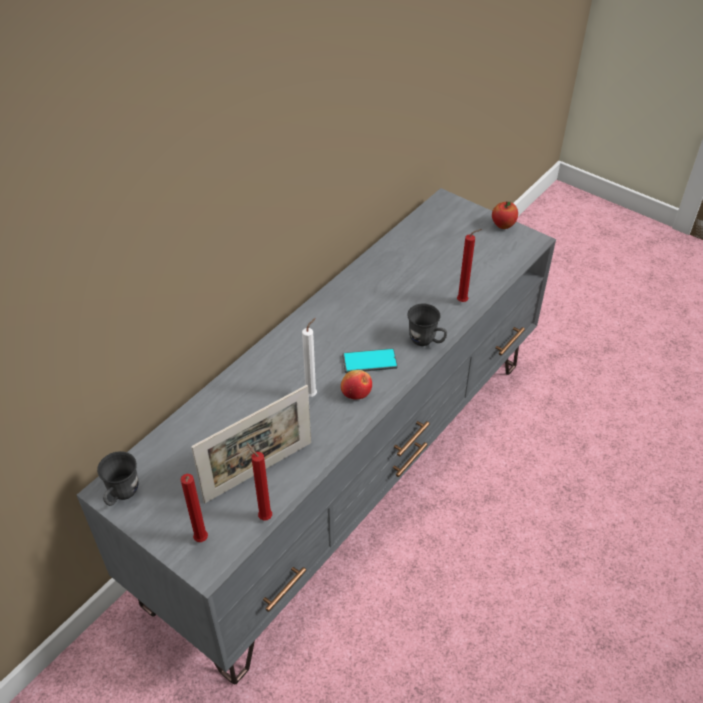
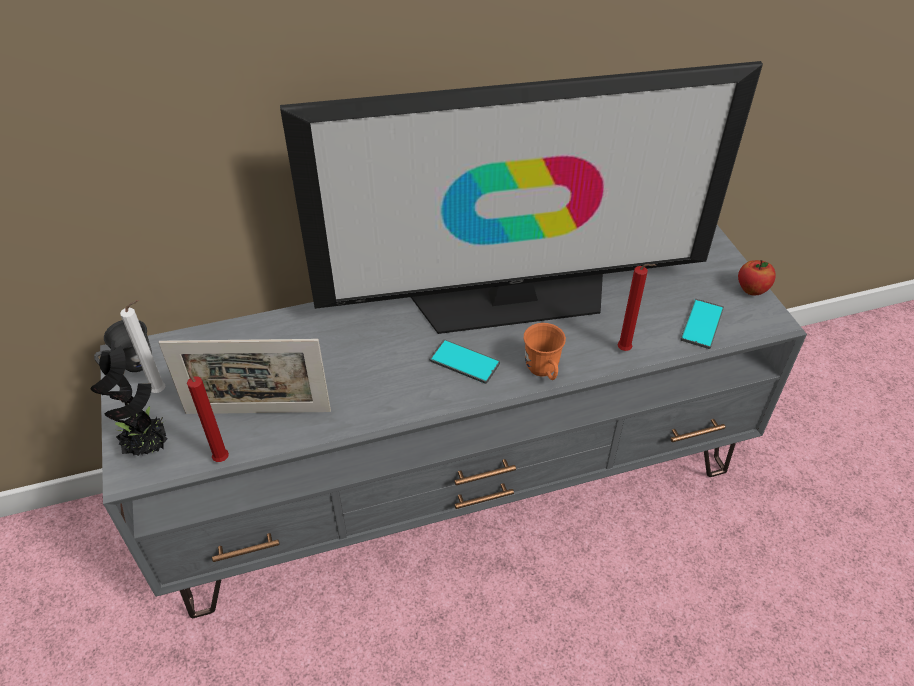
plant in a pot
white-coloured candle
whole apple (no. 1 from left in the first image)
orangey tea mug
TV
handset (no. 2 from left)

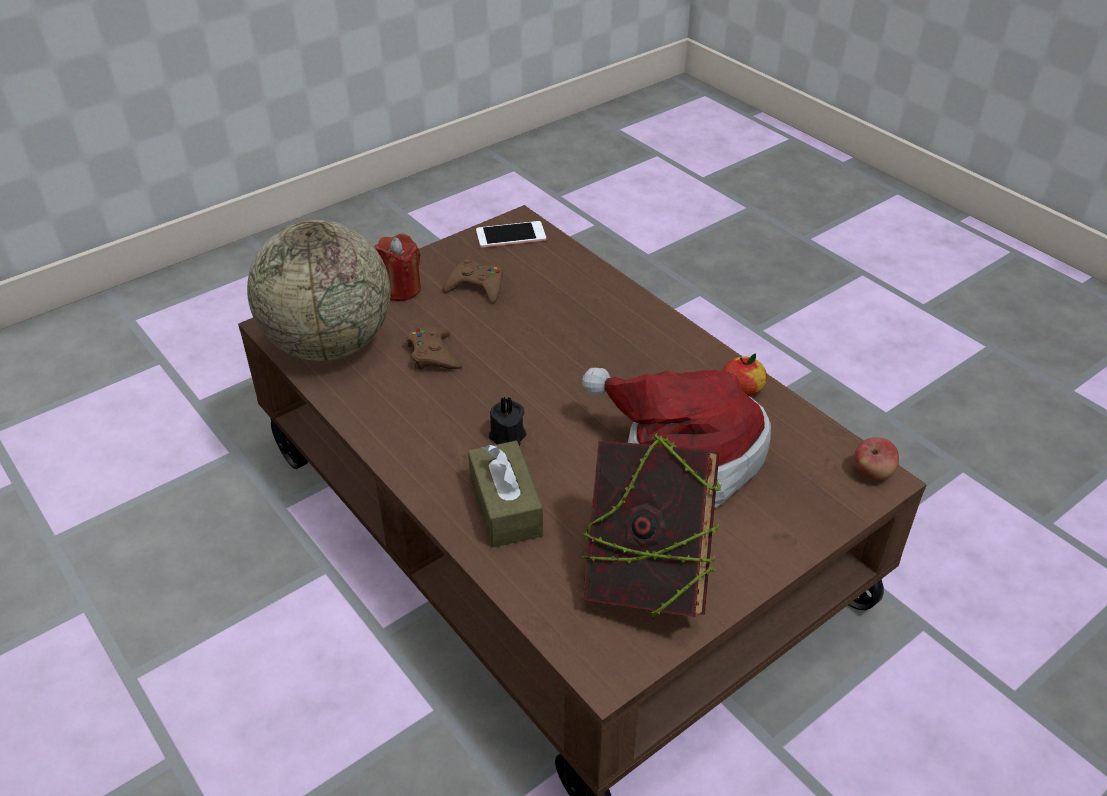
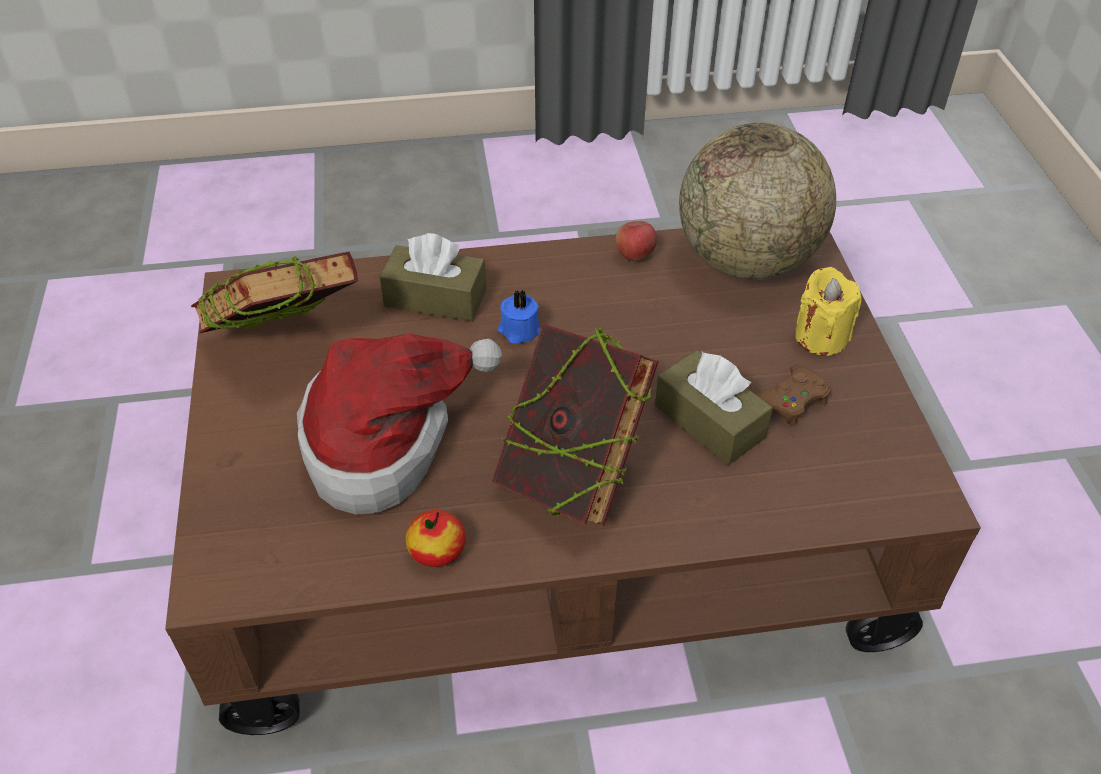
yellow candle
brown joypad (no. 1 from left in the first image)
handset
blue-coloured candle
whole apple (no. 2 from left)
volume (no. 2 from left)
brown tissue box (no. 2 from left)

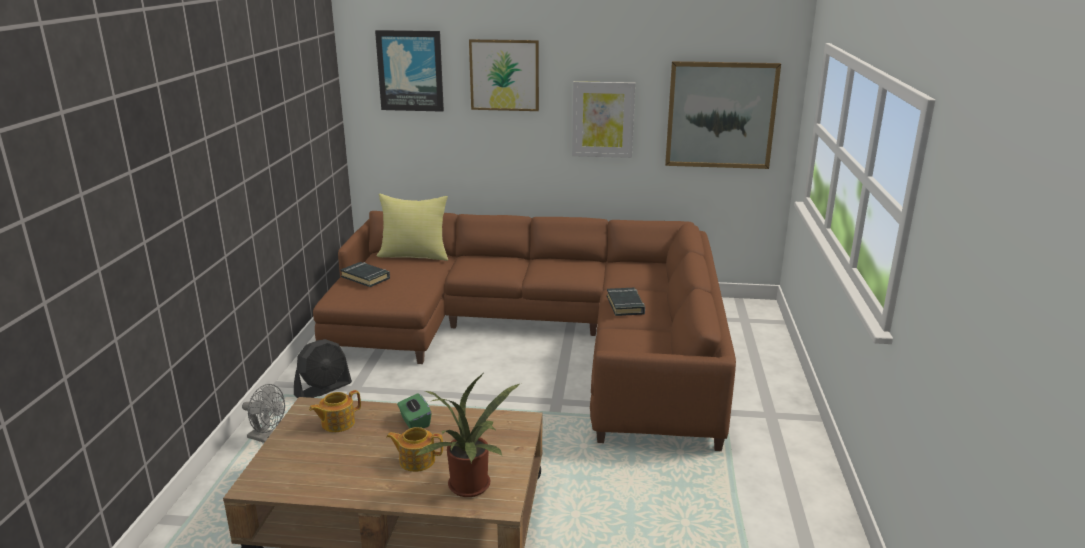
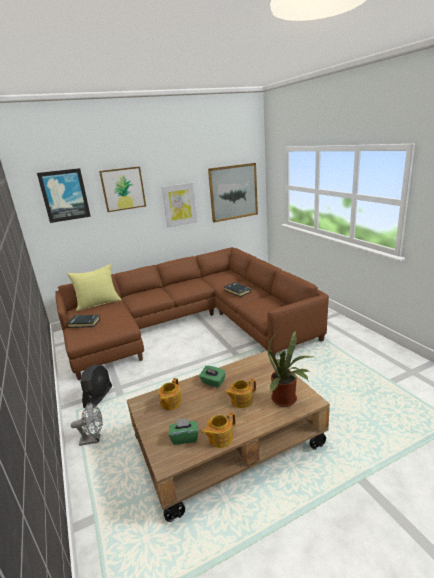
green-coloured tissue box (no. 1 from left)
teapot (no. 2 from left)

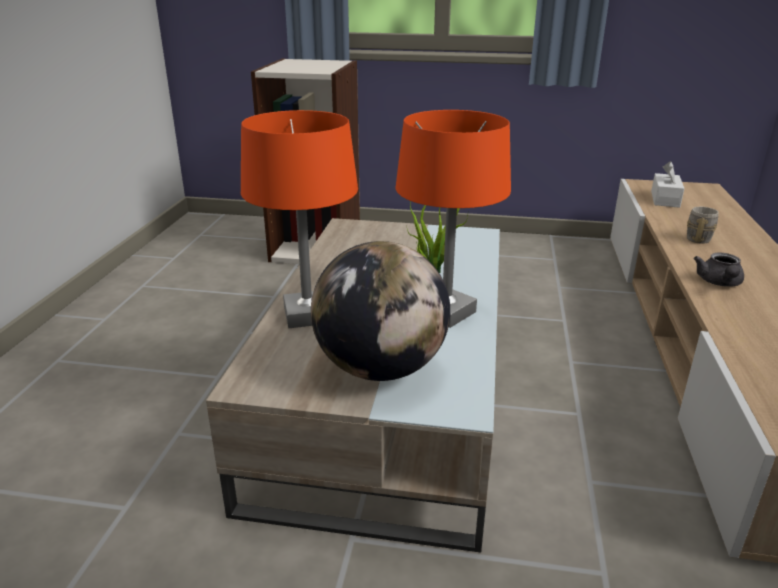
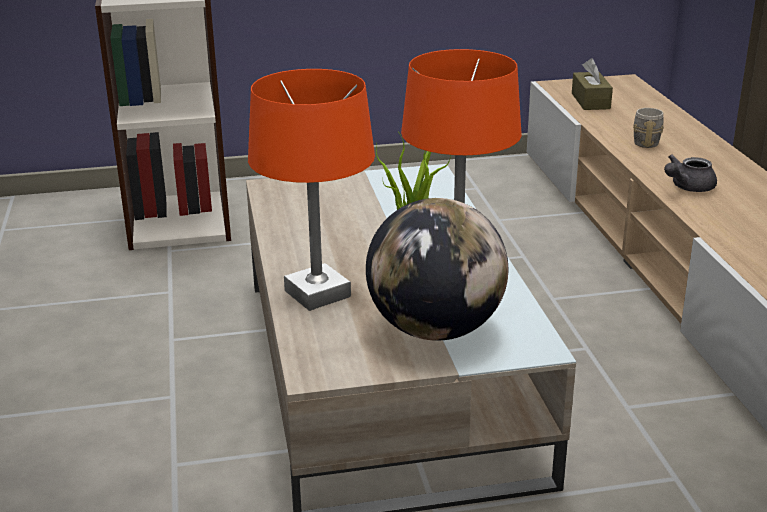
brown tissue box
grey teapot

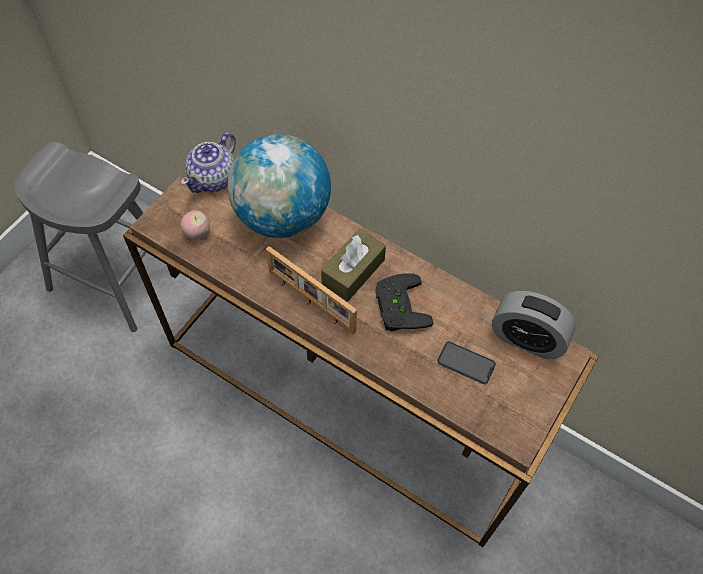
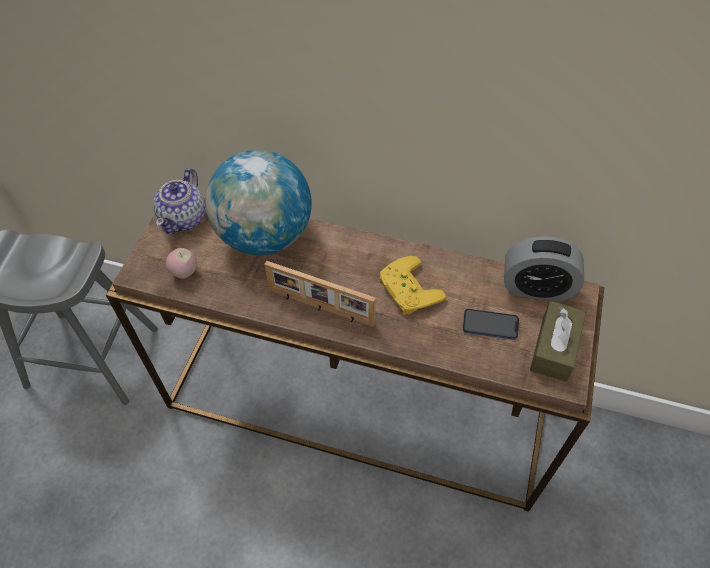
brown tissue box
yellow joypad

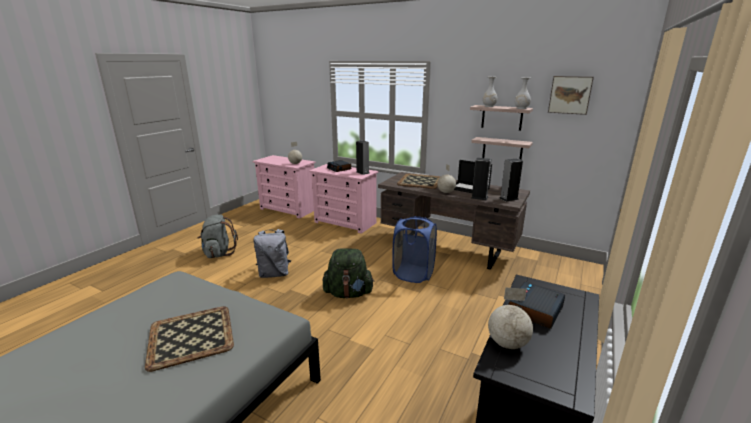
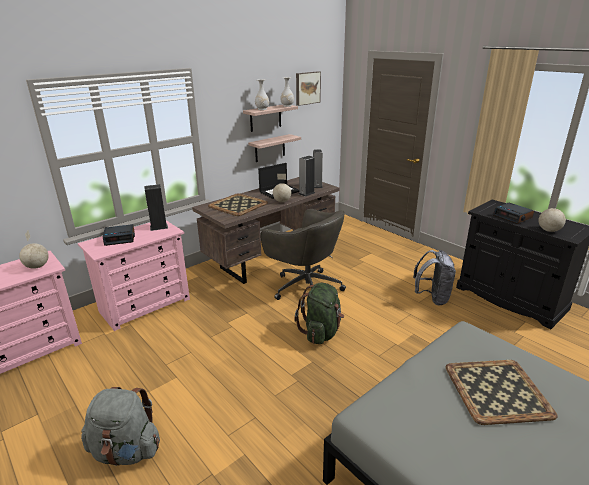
grey rucksack (no. 2 from left)
grey office chair

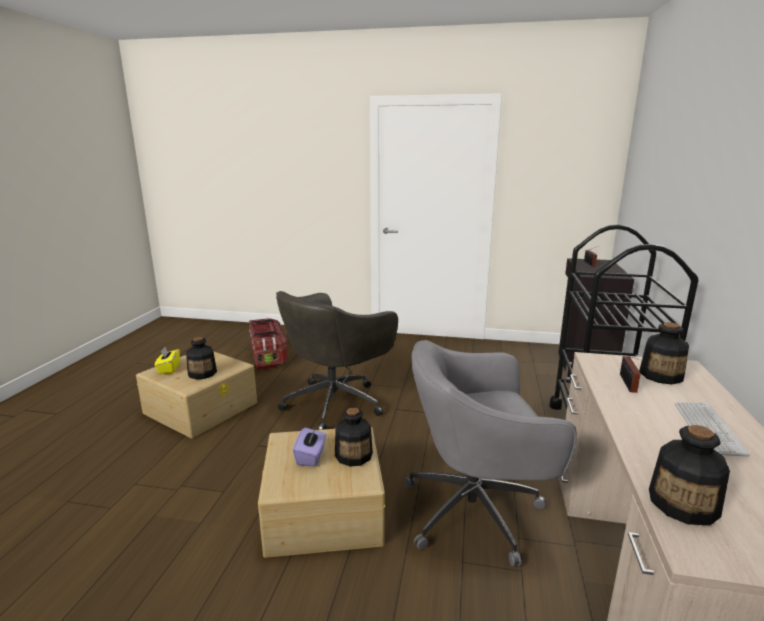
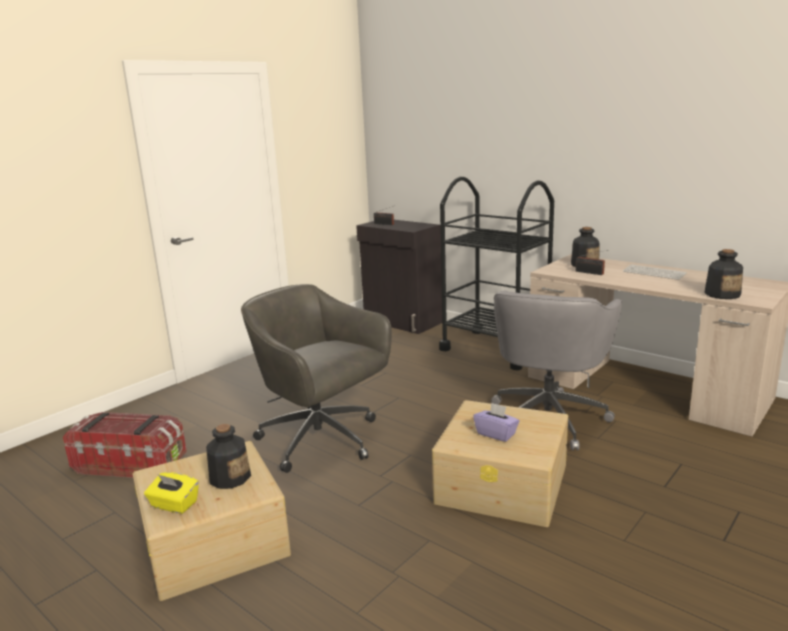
grey office chair (no. 1 from left)
beverage bottle (no. 2 from left in the first image)

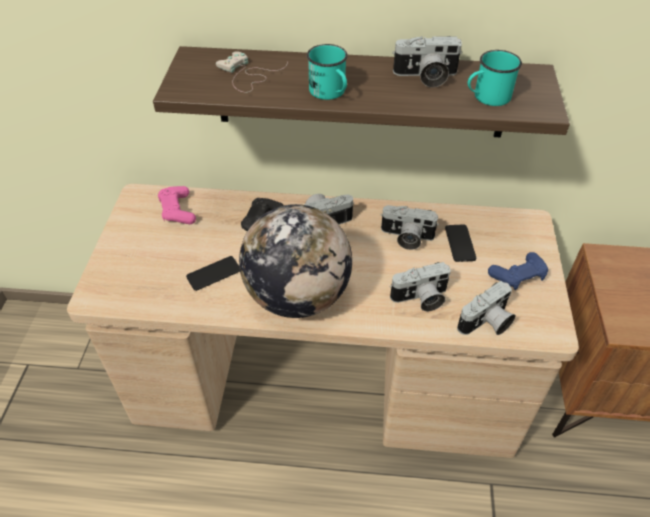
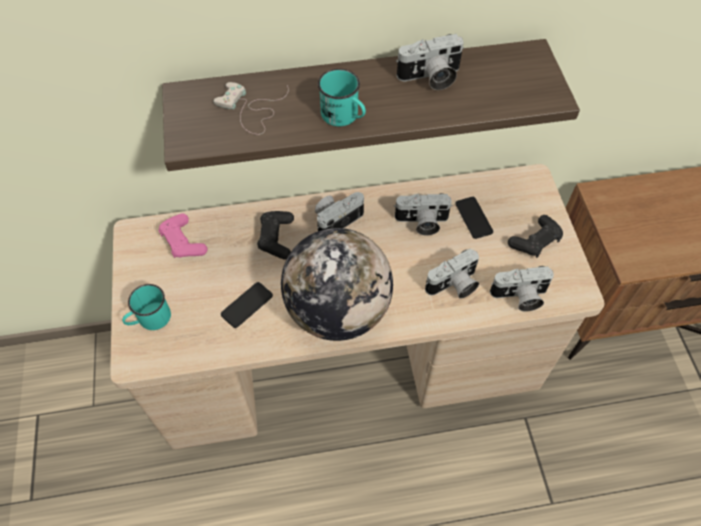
still camera (no. 5 from left)
turquoise tea mug (no. 1 from left)
blackish joypad (no. 2 from left)

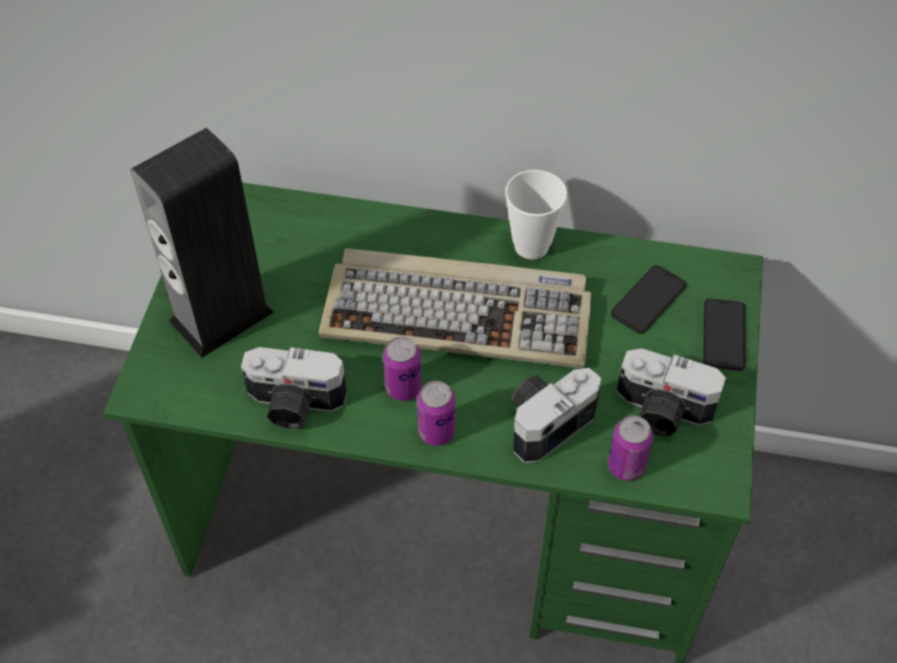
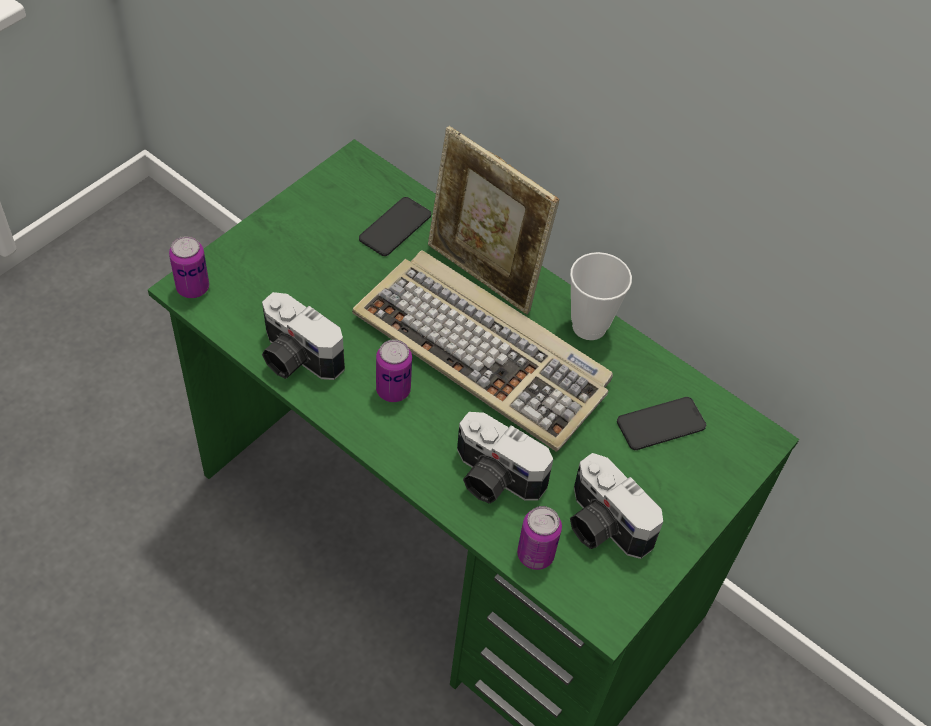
speaker
sealed can (no. 1 from left)
still camera (no. 2 from left)
handset (no. 1 from left)
standing frame

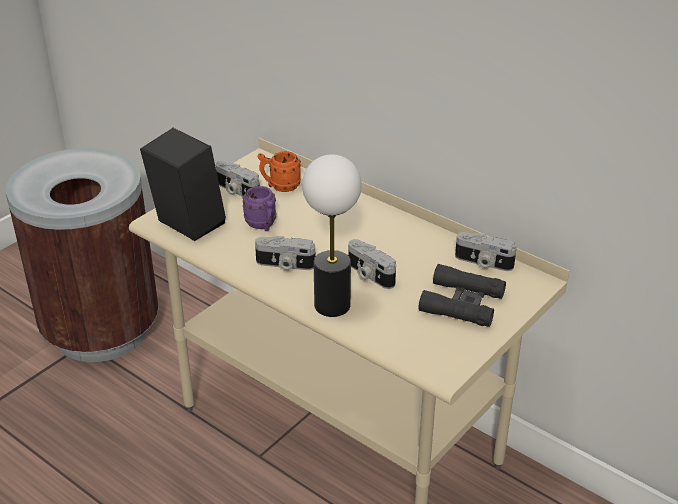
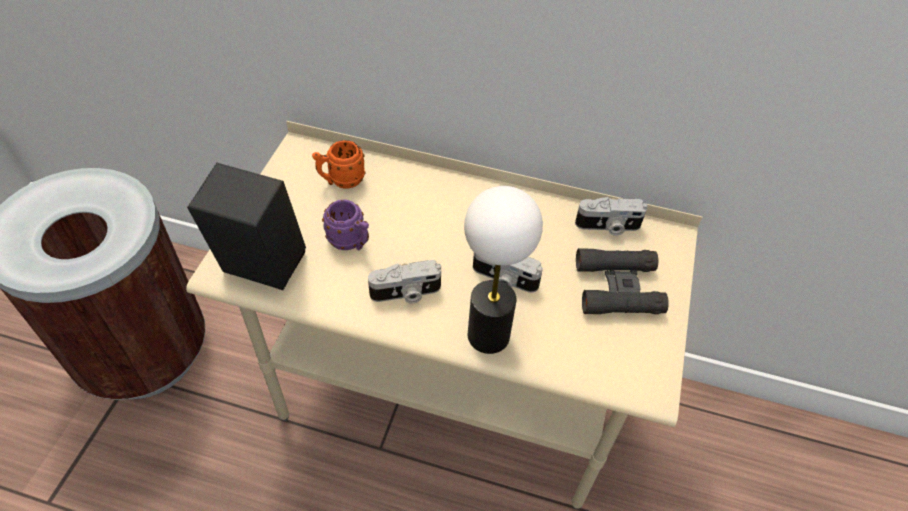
still camera (no. 1 from left in the first image)

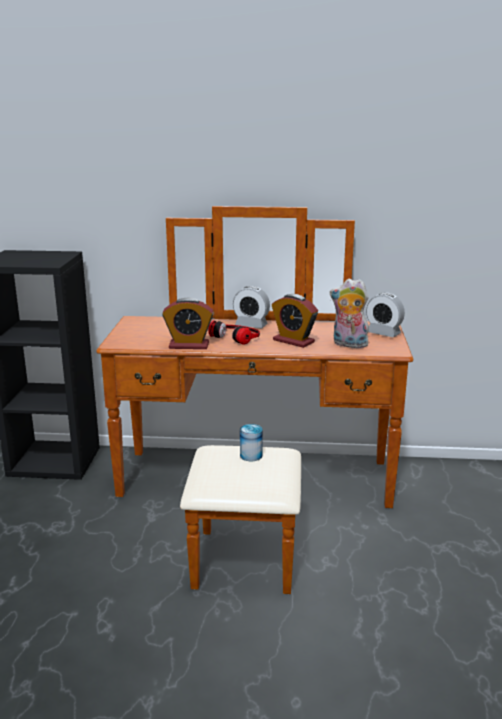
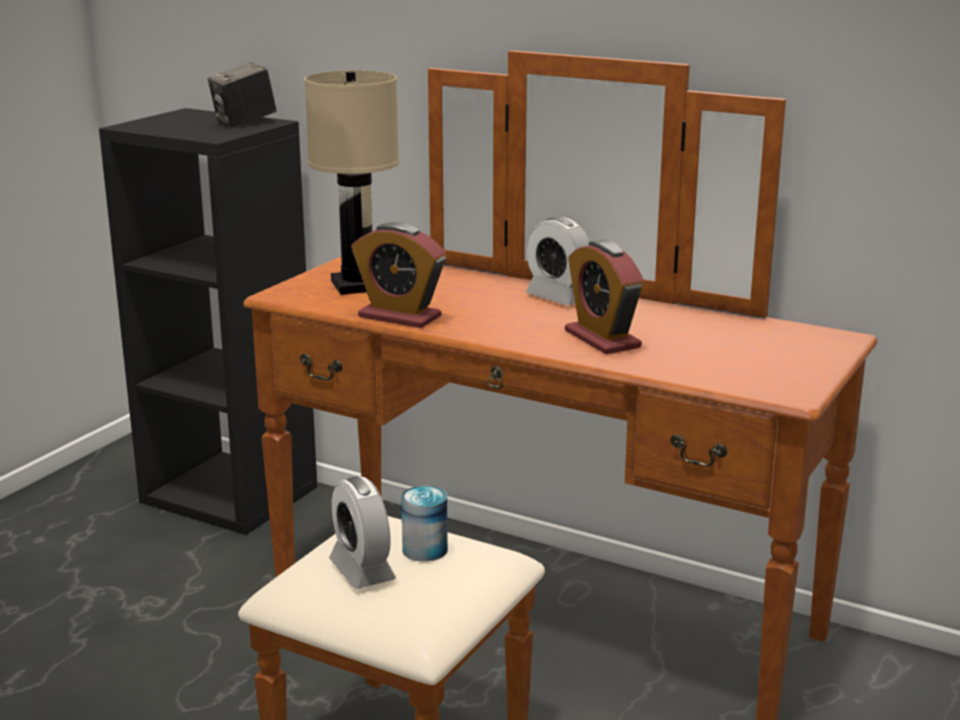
headset
cuddly toy
bedside clock (no. 1 from left)
still camera
sand-coloured table lamp

